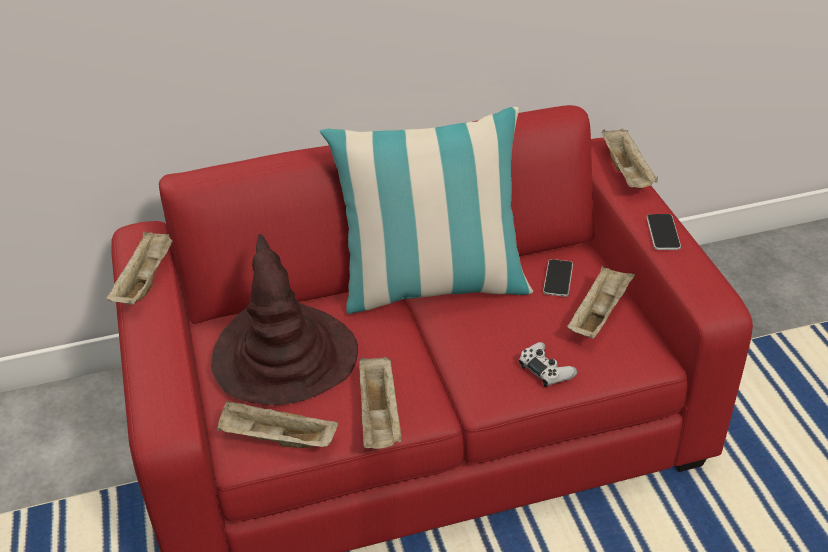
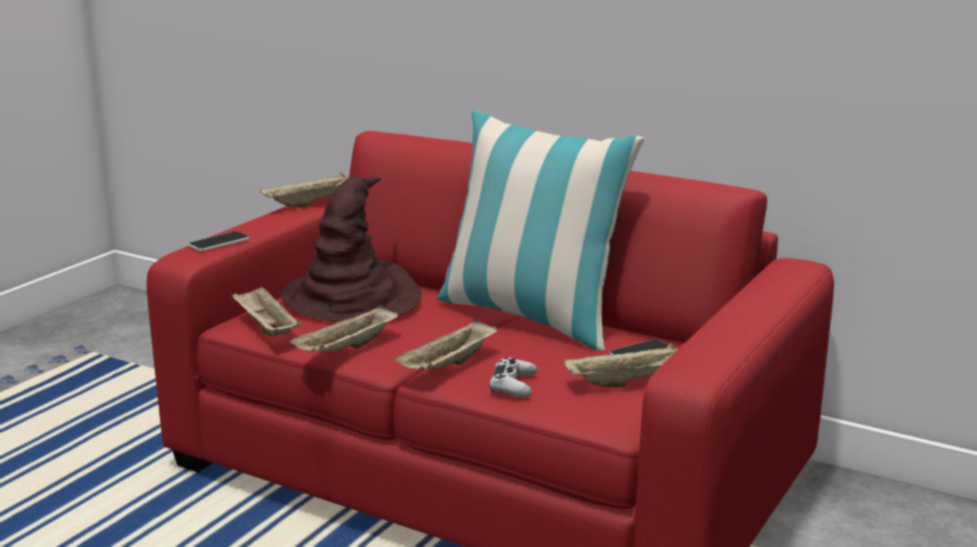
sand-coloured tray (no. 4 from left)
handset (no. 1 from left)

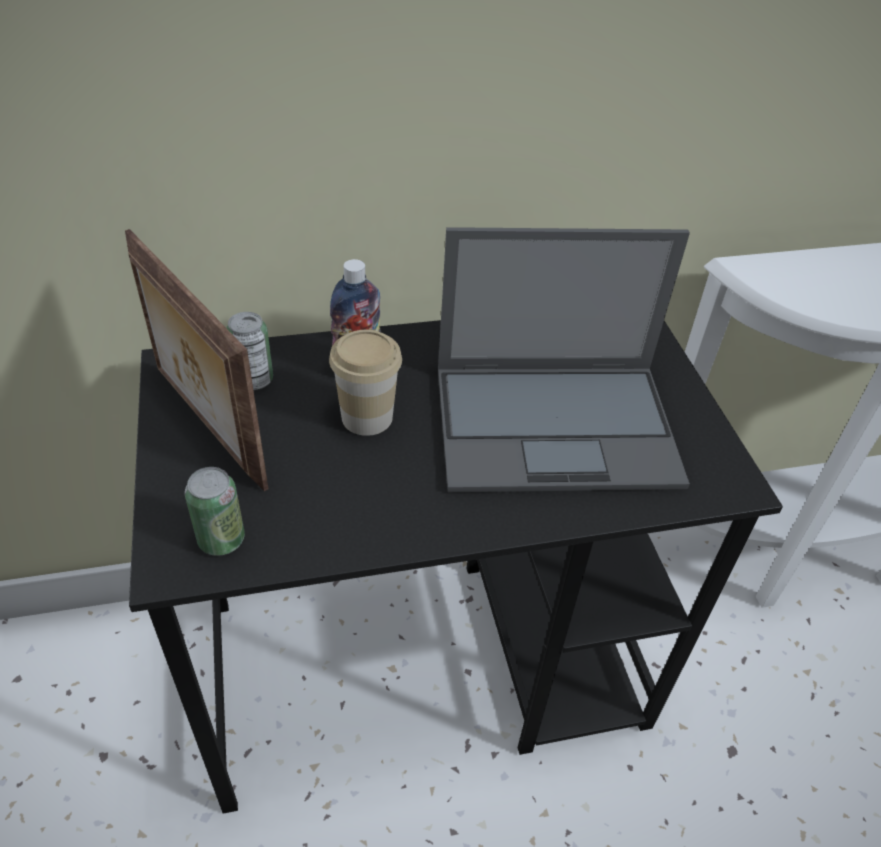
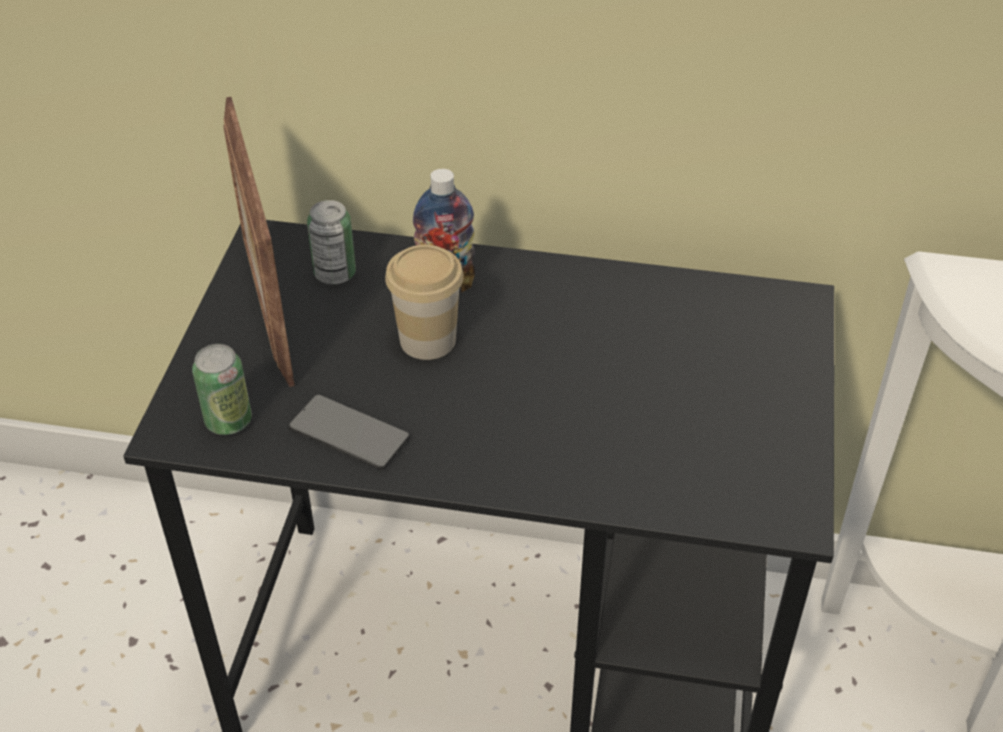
notebook computer
handset

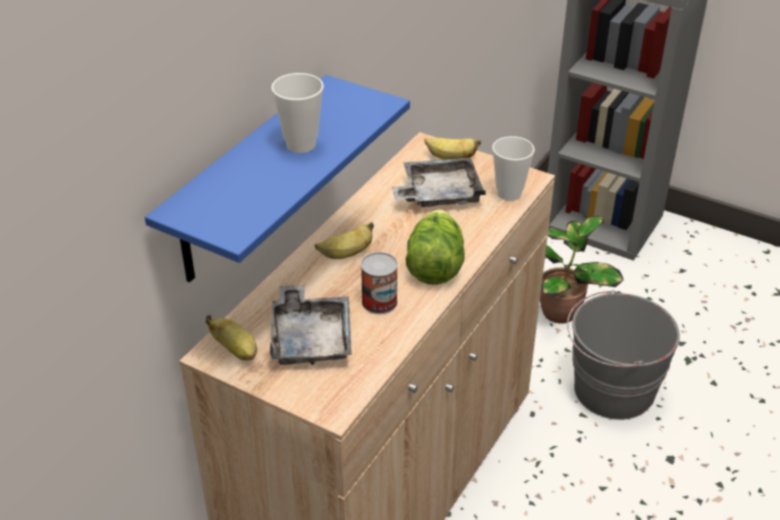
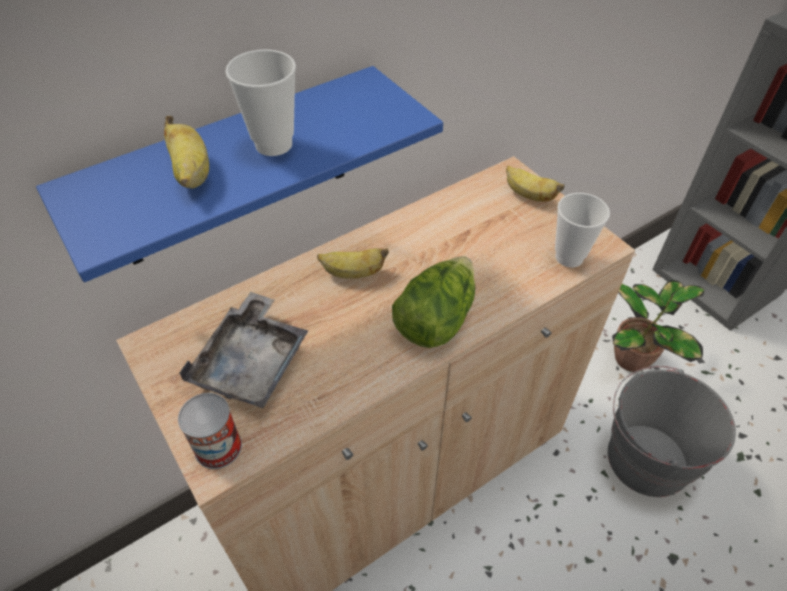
banana fruit (no. 1 from left)
sealed can
grey tray (no. 2 from left in the first image)

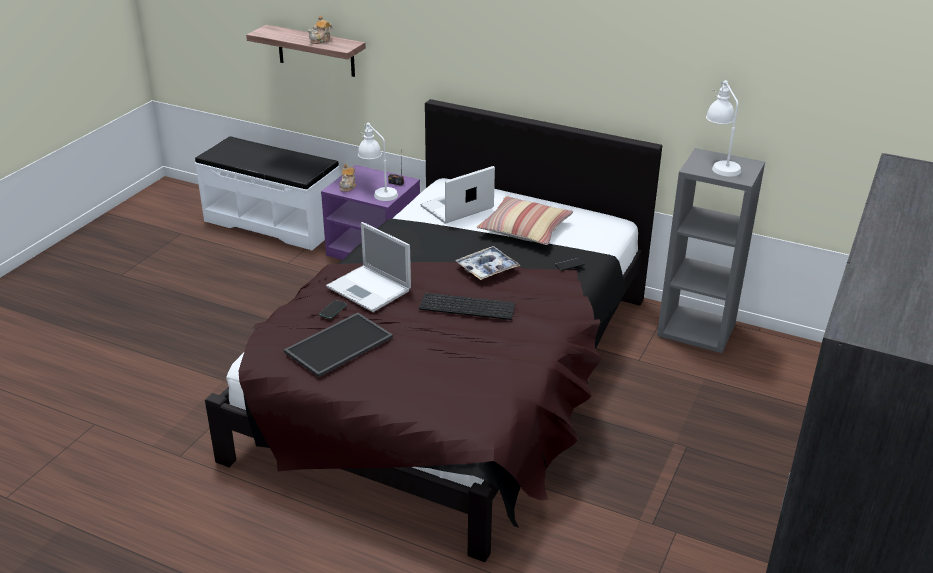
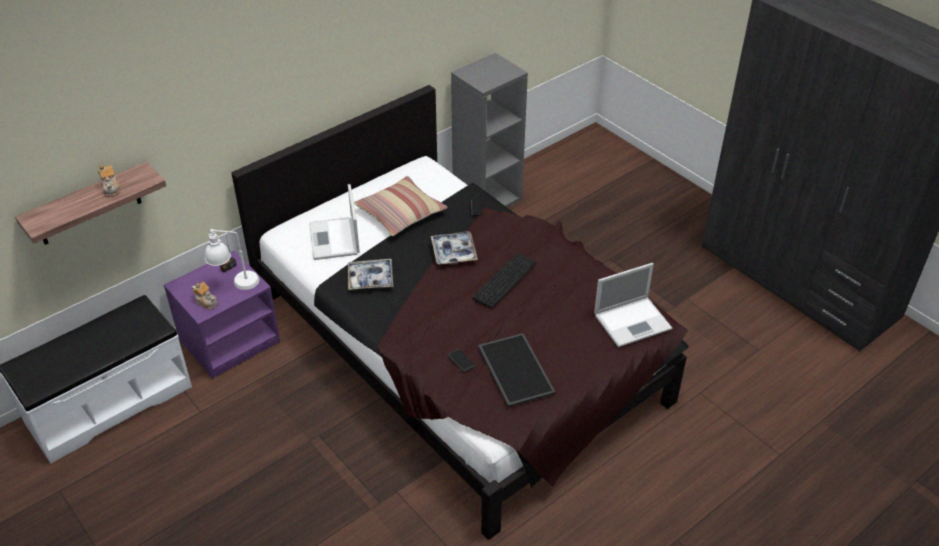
notebook computer (no. 2 from left)
white-coloured table lamp (no. 2 from left in the first image)
tray (no. 1 from left)

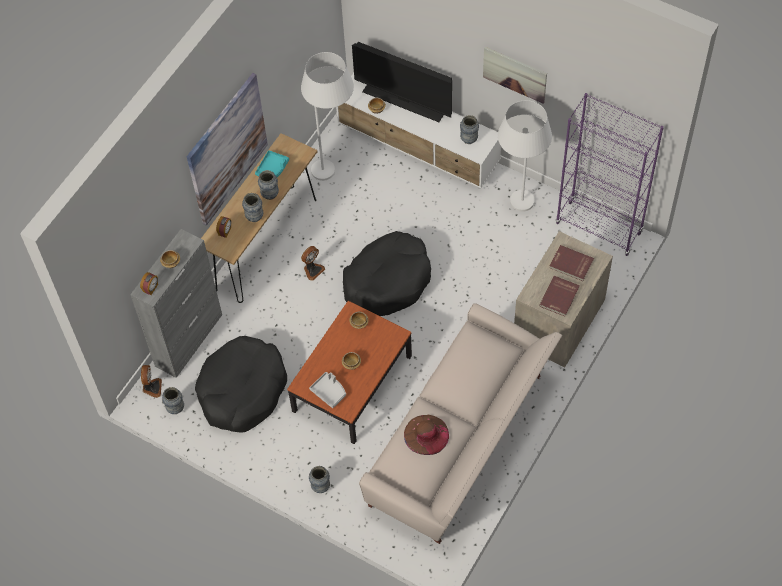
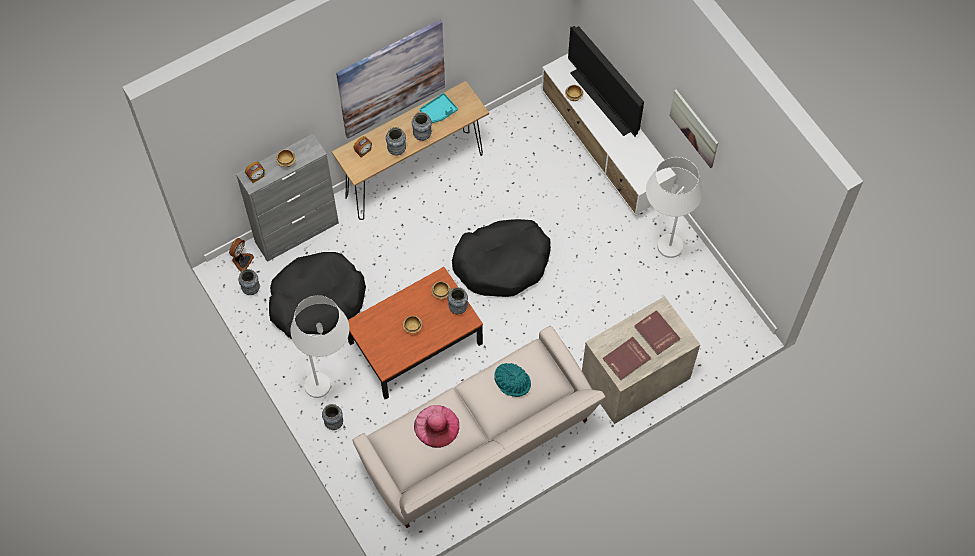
white-coloured standing lamp (no. 1 from left)
fan (no. 2 from left in the first image)
grey tray
pinkish wearable hat
vase (no. 5 from left)
purplish shelving unit
turquoise wearable hat

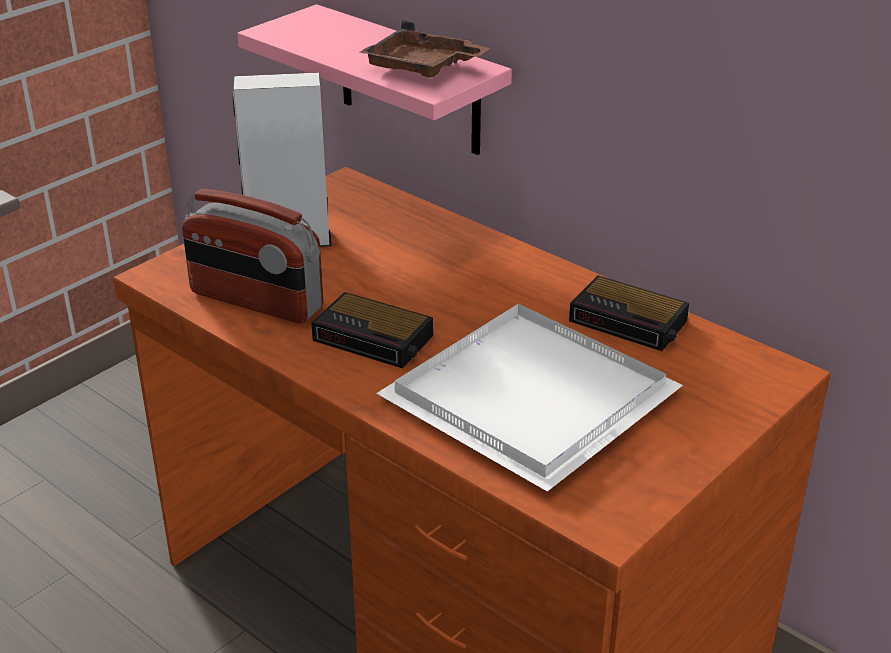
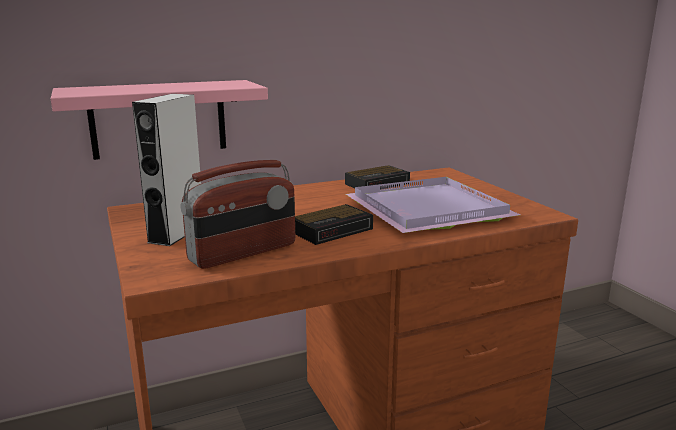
brown tray
purplish tray

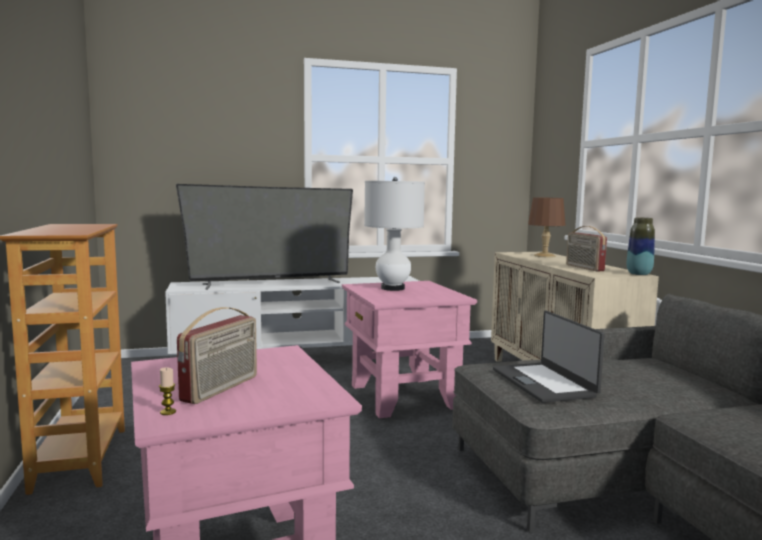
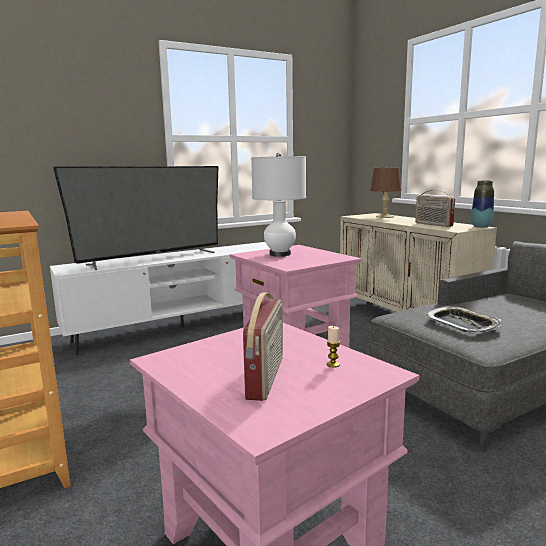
candle
tray

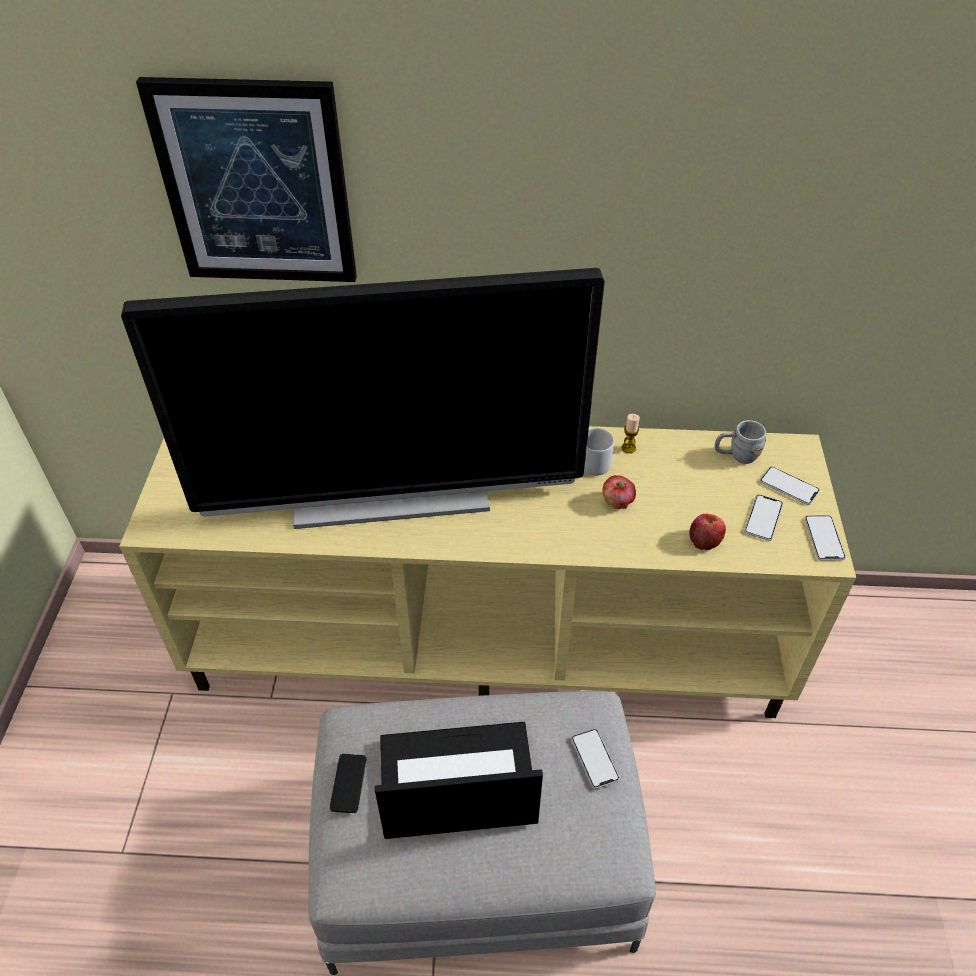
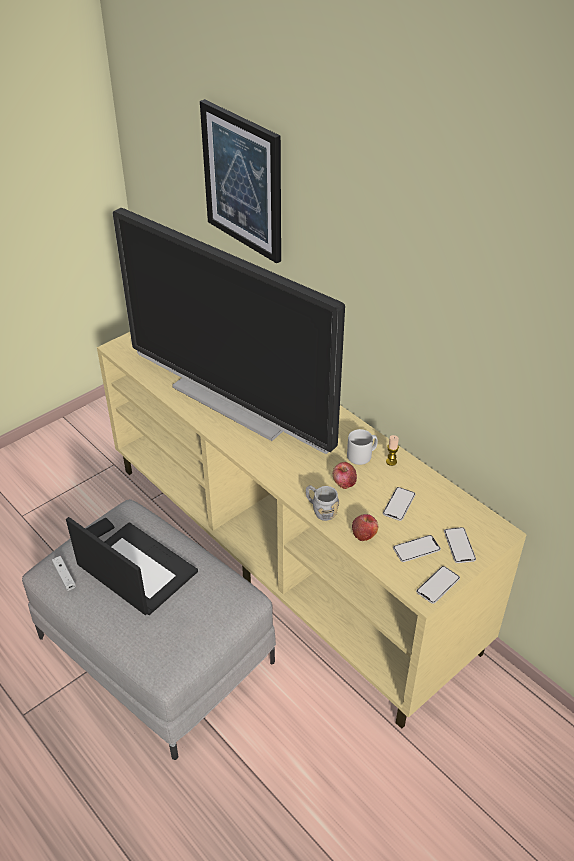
handset (no. 2 from left)
grey tea mug (no. 1 from left)
white-coloured joypad

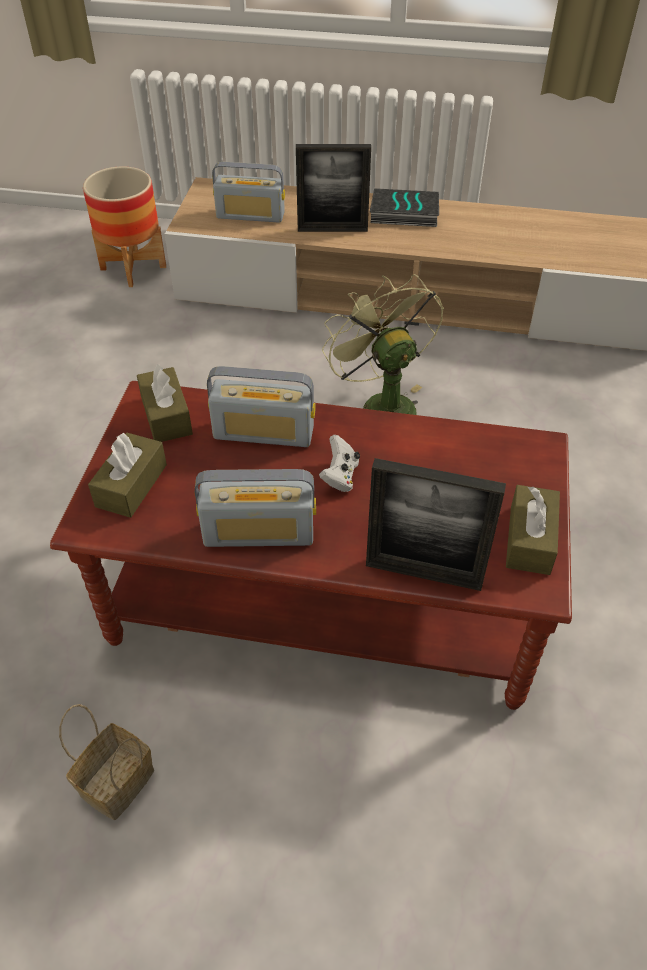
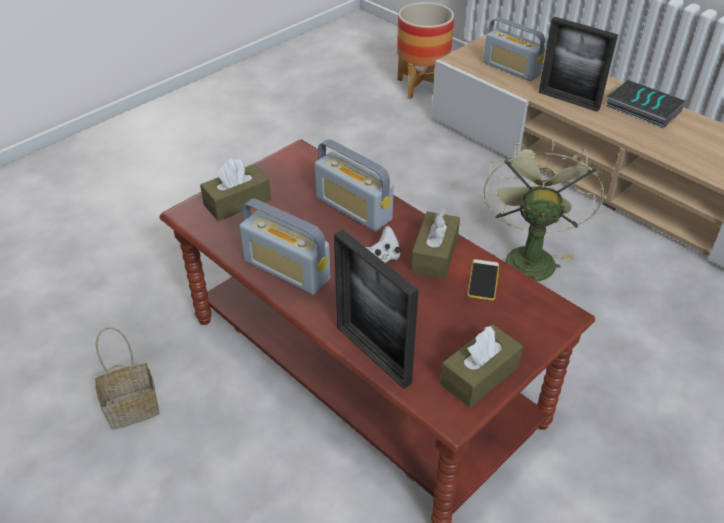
brown tissue box (no. 2 from left)
handset

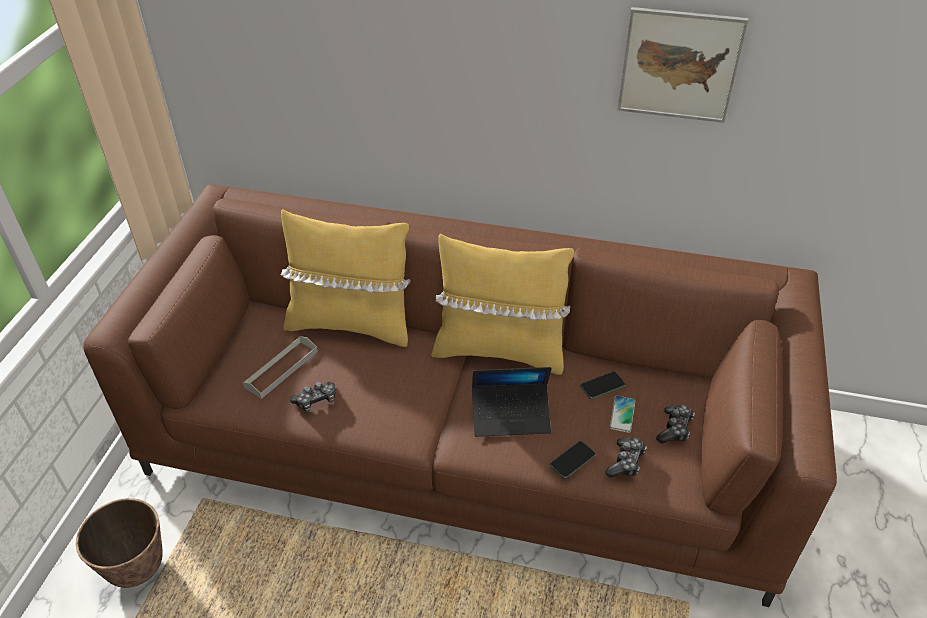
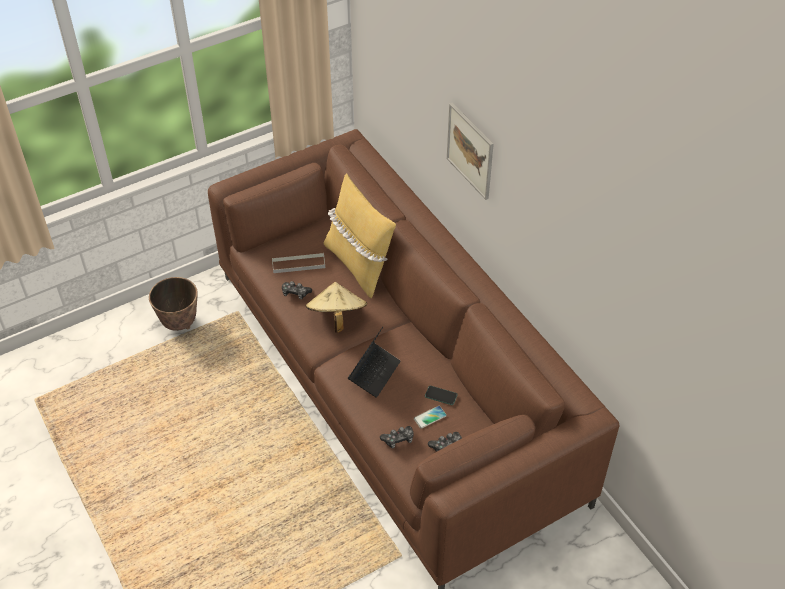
yellow throw pillow (no. 2 from left in the first image)
notebook computer
handset (no. 1 from left in the first image)
wall picture
sand-coloured wearable hat

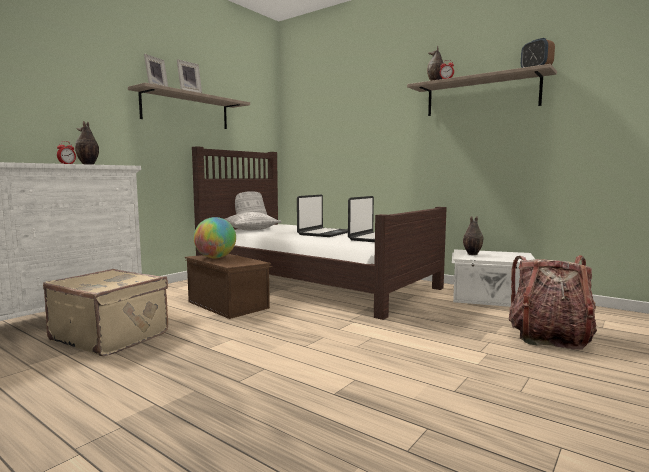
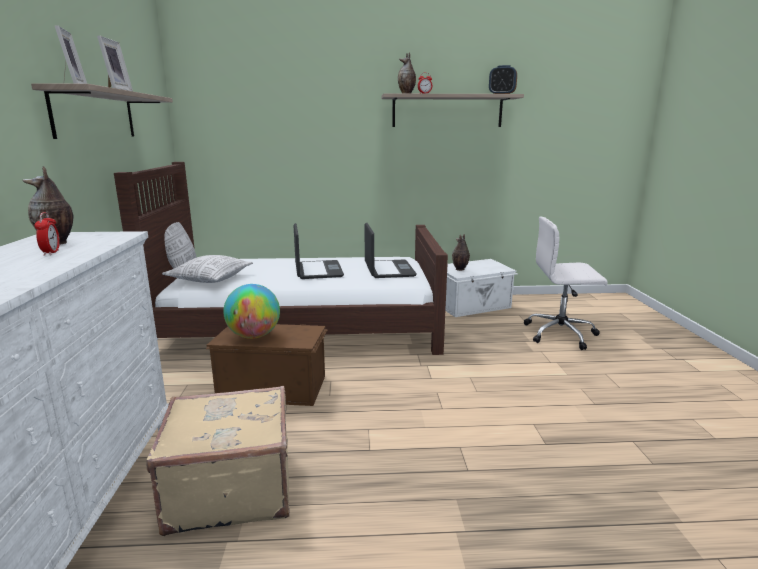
white-coloured office chair

